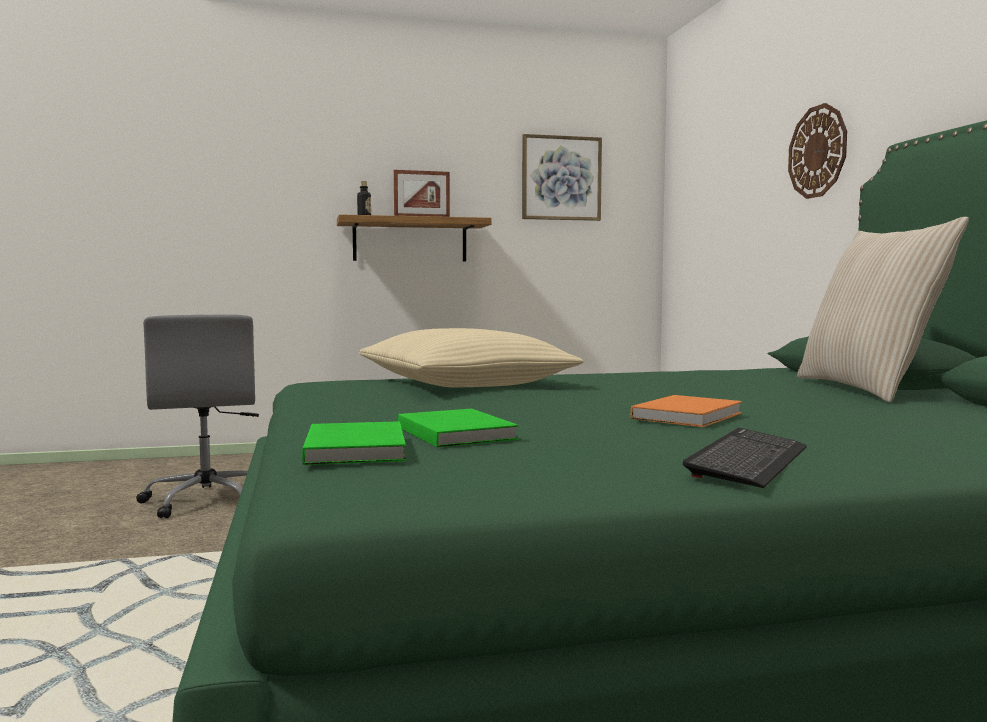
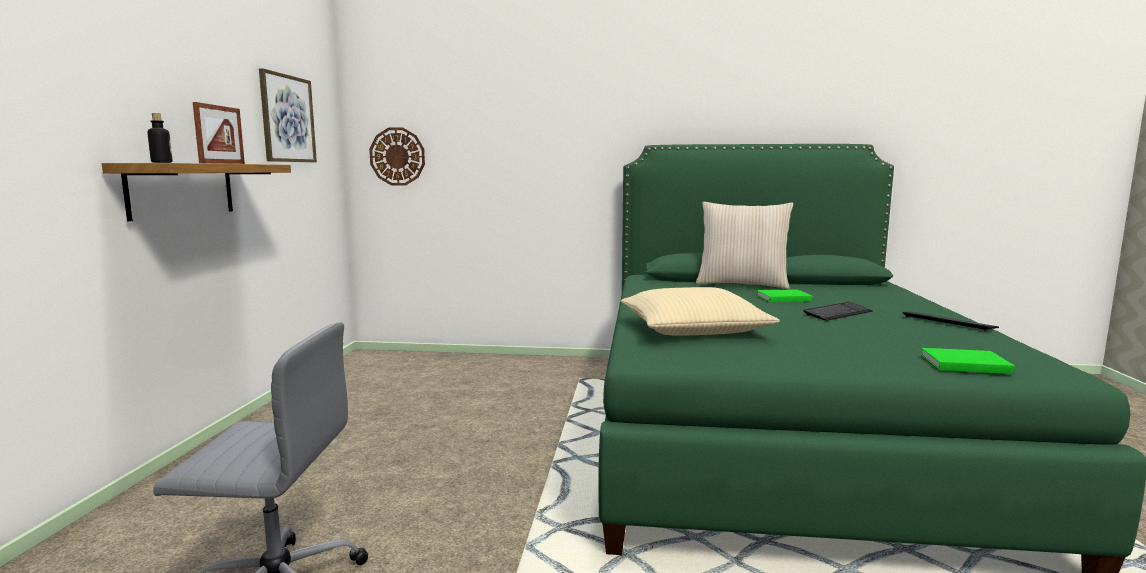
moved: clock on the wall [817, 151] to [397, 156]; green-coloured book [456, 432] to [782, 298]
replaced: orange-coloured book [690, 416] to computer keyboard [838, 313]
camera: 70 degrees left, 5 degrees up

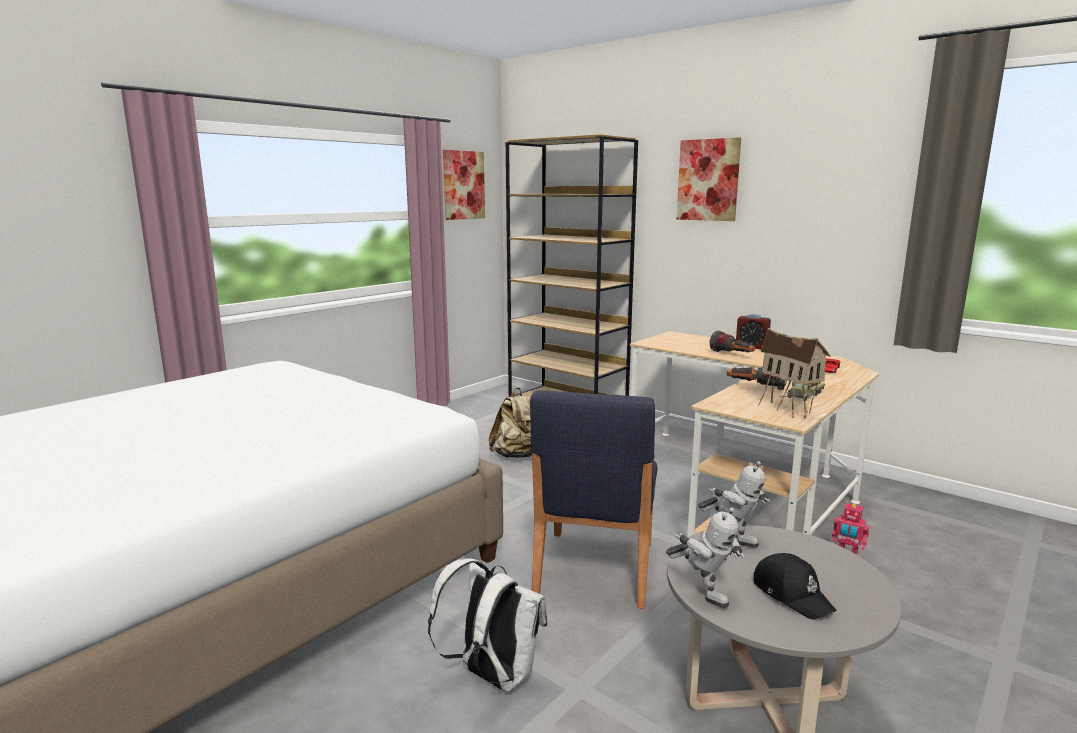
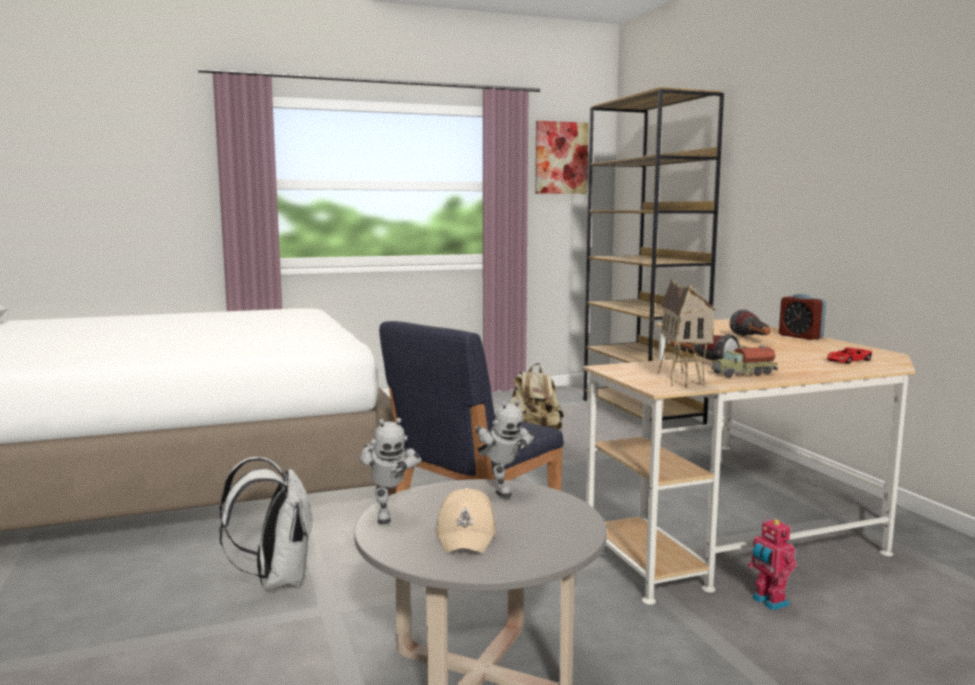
removed: picture [708, 180]
recoloured: black-coloured peaked cap [792, 594] to sand-coloured peaked cap [467, 534]
camera: 30 degrees right, 5 degrees down

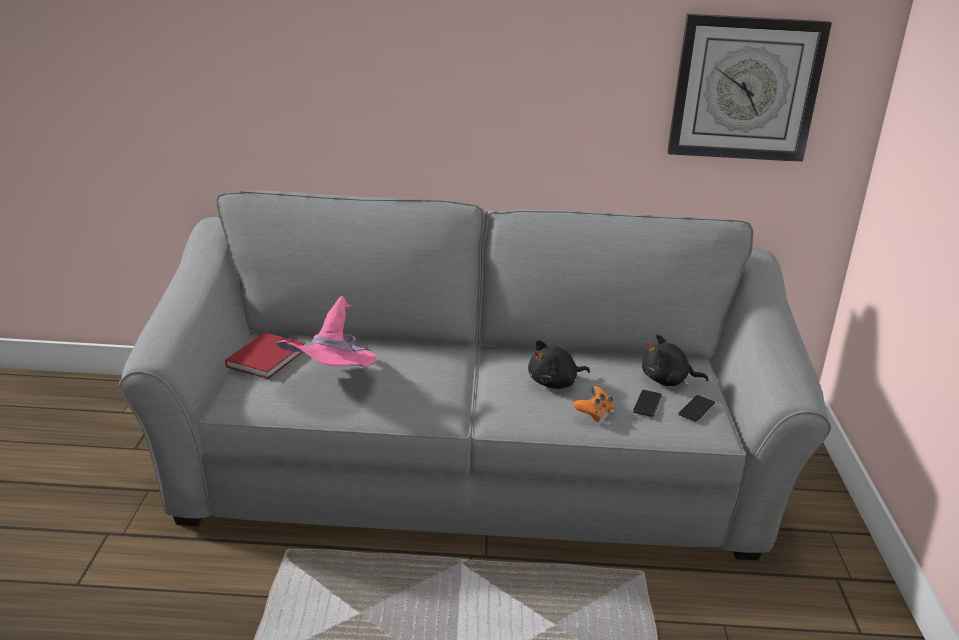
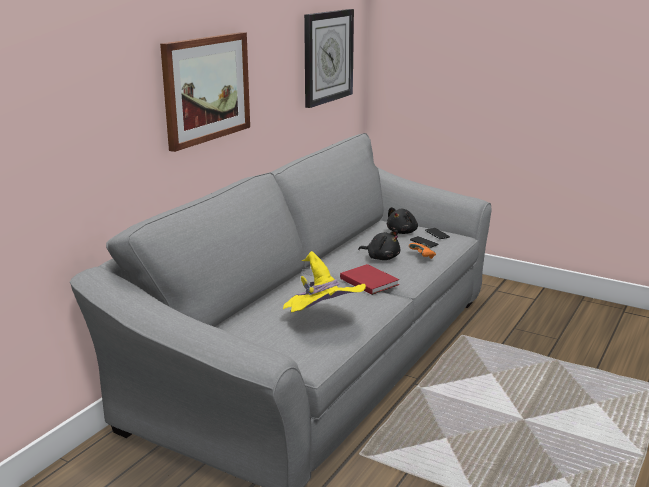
added: picture [206, 89]
moved: reddish book [268, 358] to [369, 281]
recoloured: pinkish hat [333, 384] to yellow-coloured hat [322, 321]
turned: black-coloured soft toy [555, 383] = [381, 258] 60 degrees counterclockwise
camera: 60 degrees left, 5 degrees down

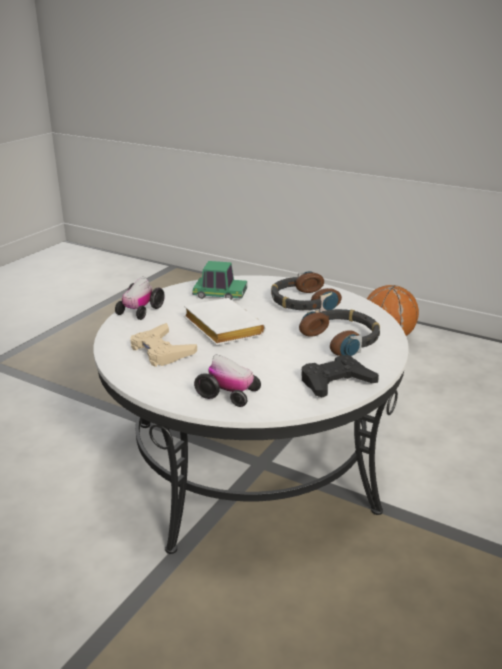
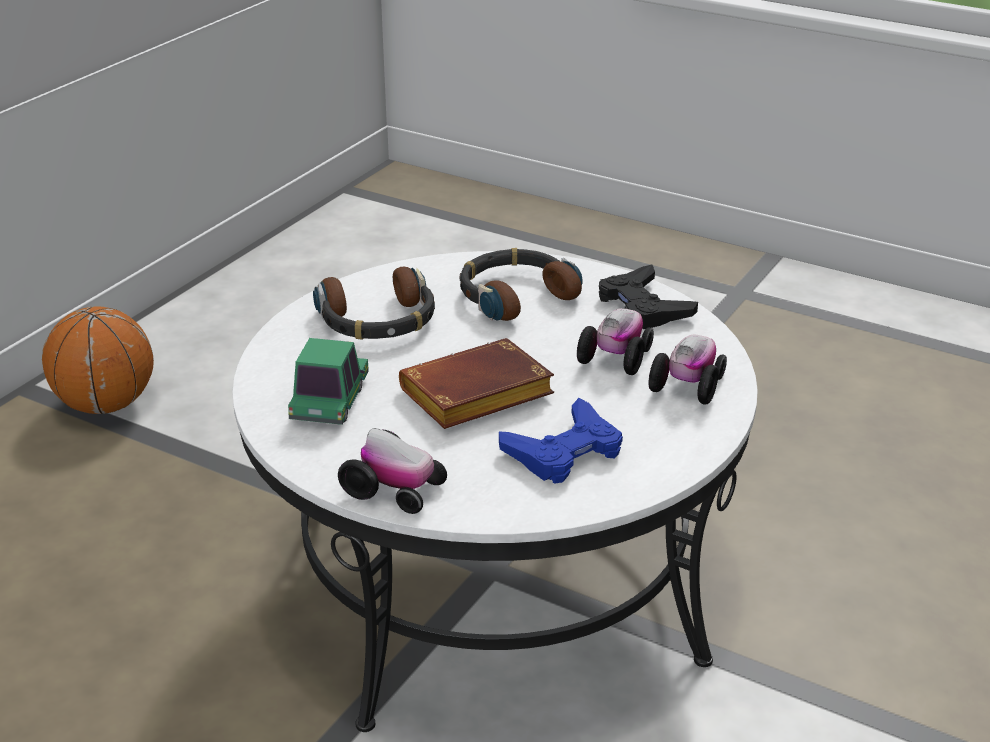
added: model car [616, 358]
recoloured: whitish book [220, 328] to brown book [475, 397]; sand-coloured gamepad [161, 351] to bluish gamepad [564, 452]
camera: 90 degrees left, 5 degrees up

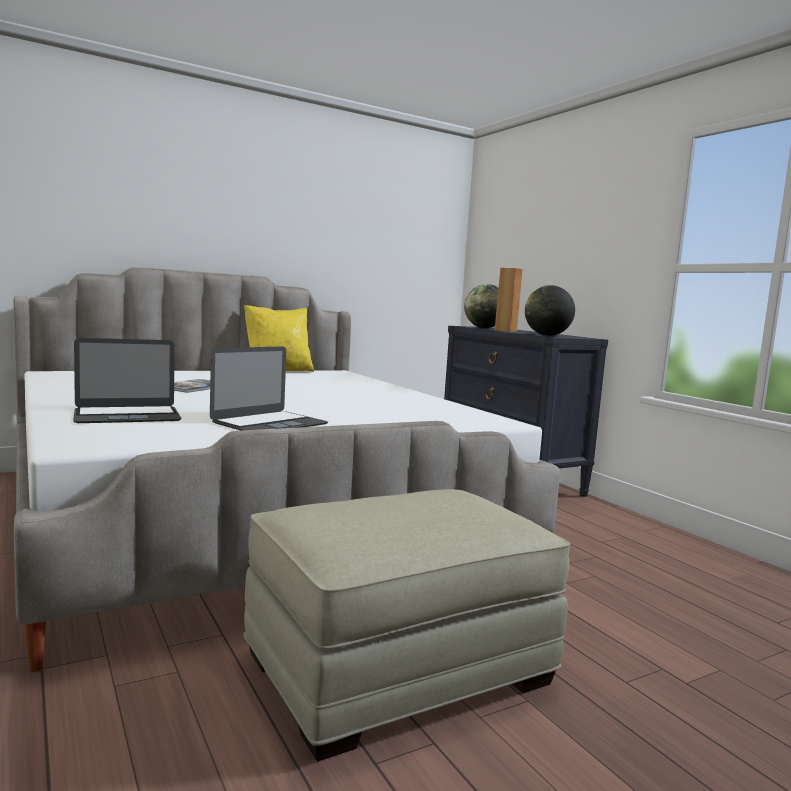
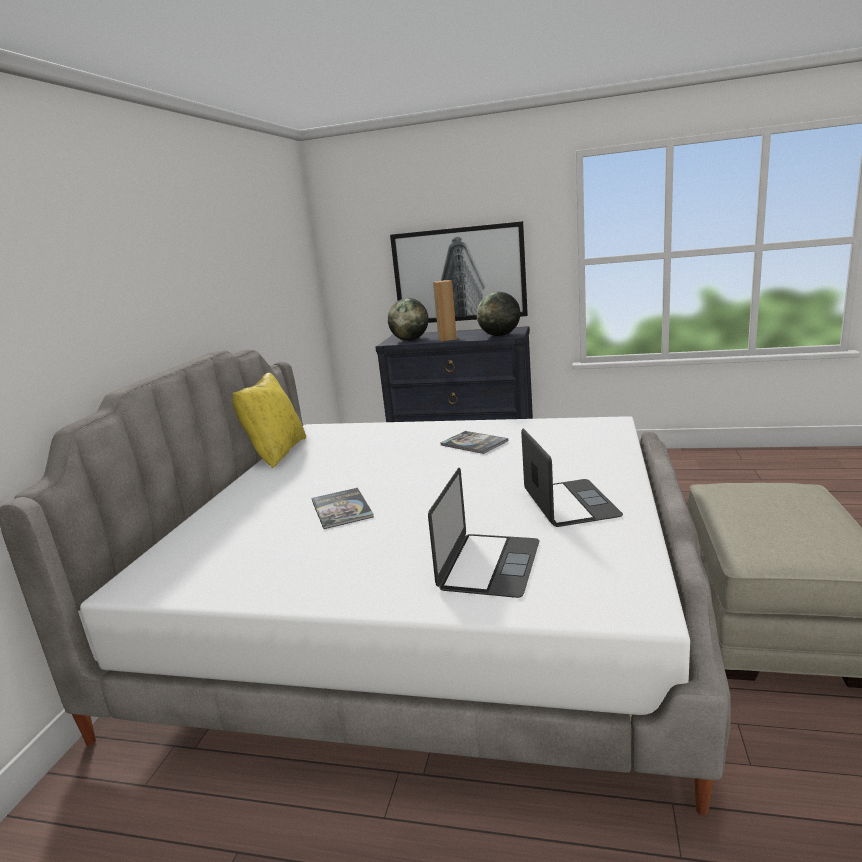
added: picture [459, 274]; book [474, 443]
camera: 45 degrees left, 10 degrees up

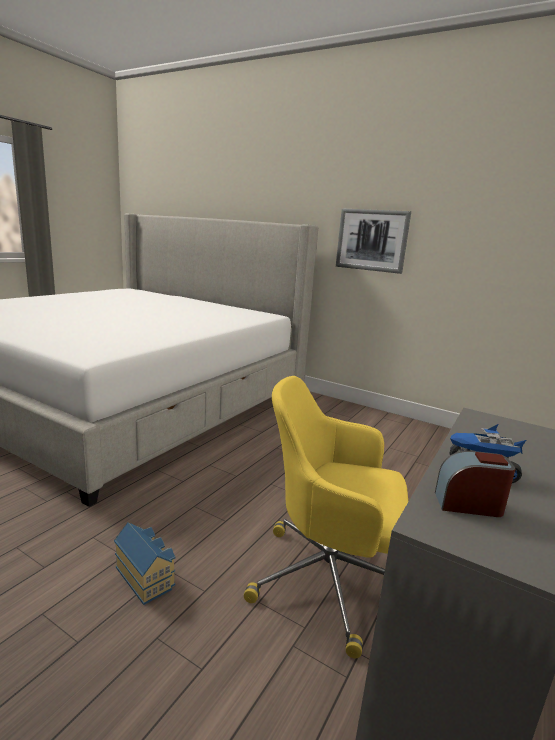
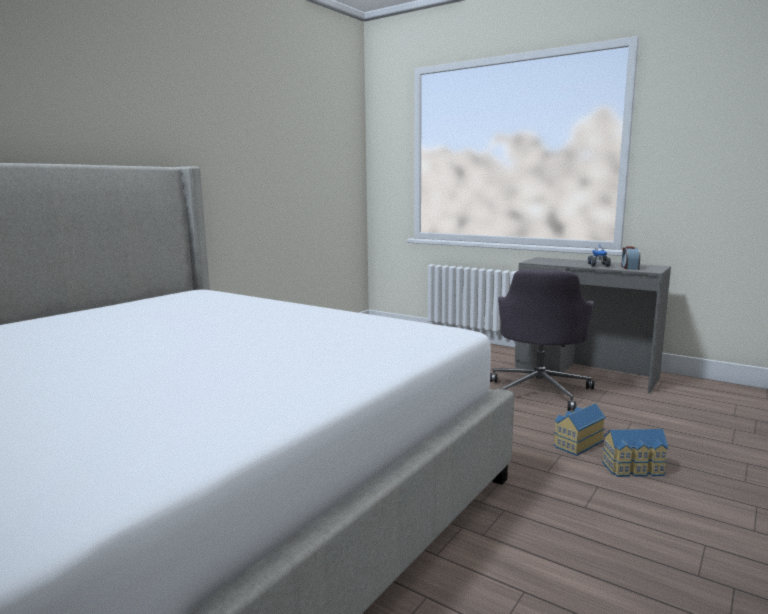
removed: picture [371, 240]
added: miniature house [635, 469]
recoloured: yellow-coloured office chair [328, 580] to greyish office chair [539, 391]
camera: 85 degrees left, 5 degrees down

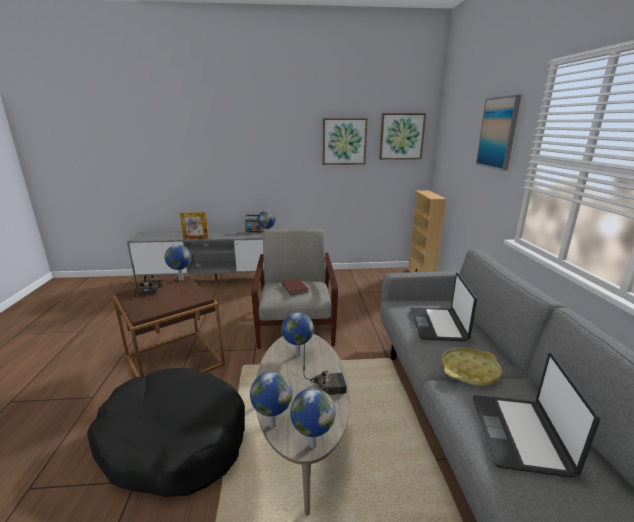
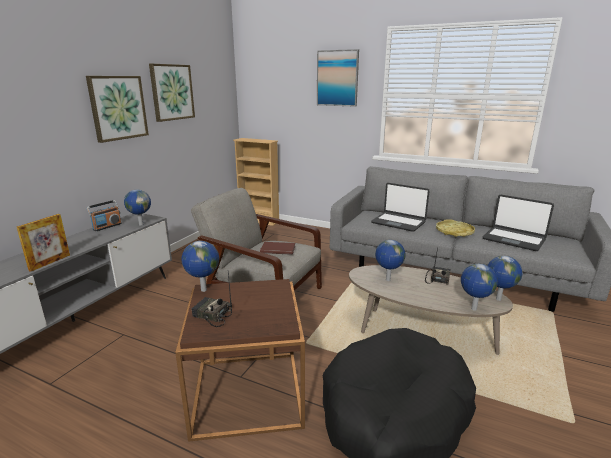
moved: picture [401, 136] to [118, 108]
camera: 60 degrees left, 0 degrees up

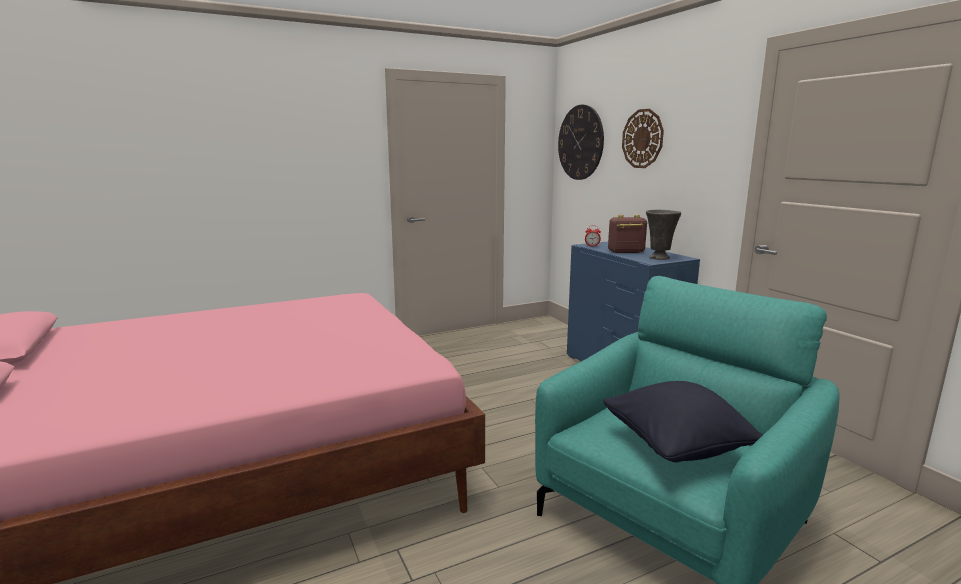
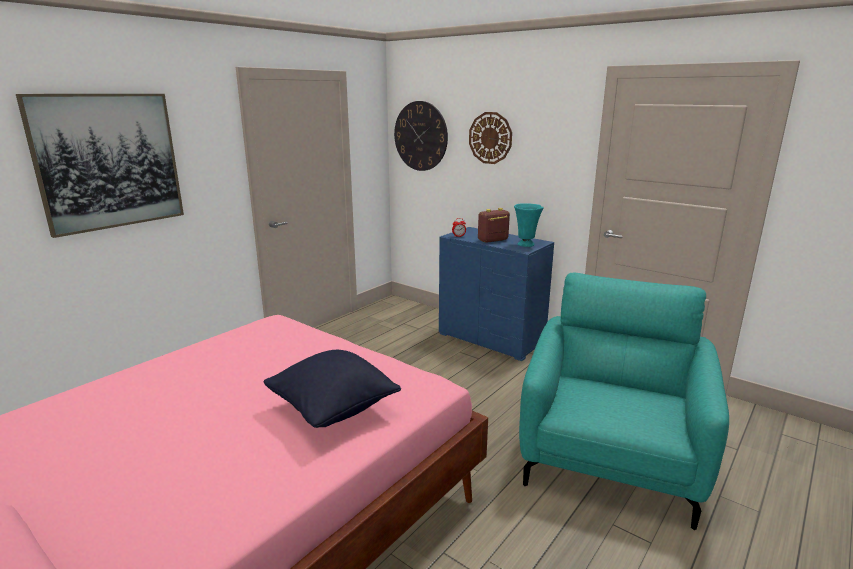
added: picture [108, 161]
moved: black-coloured pillow [676, 448] to [333, 410]
recoloured: greyish vase [659, 258] to blue-green vase [526, 245]
camera: 25 degrees left, 5 degrees up

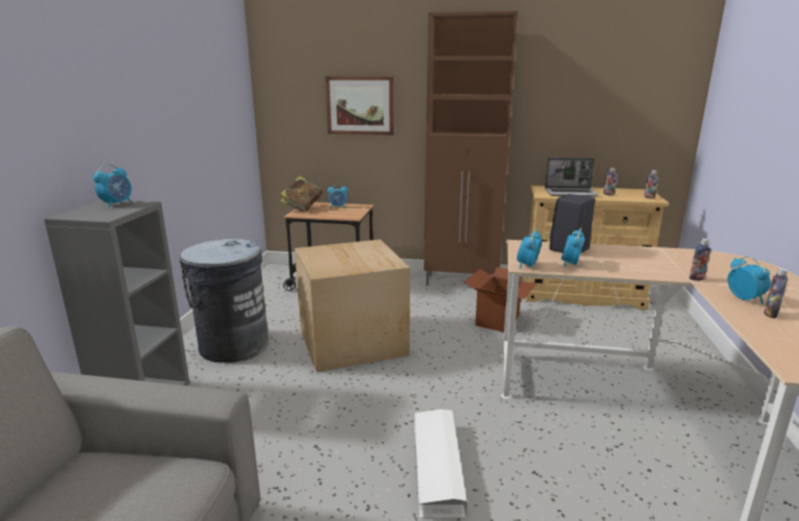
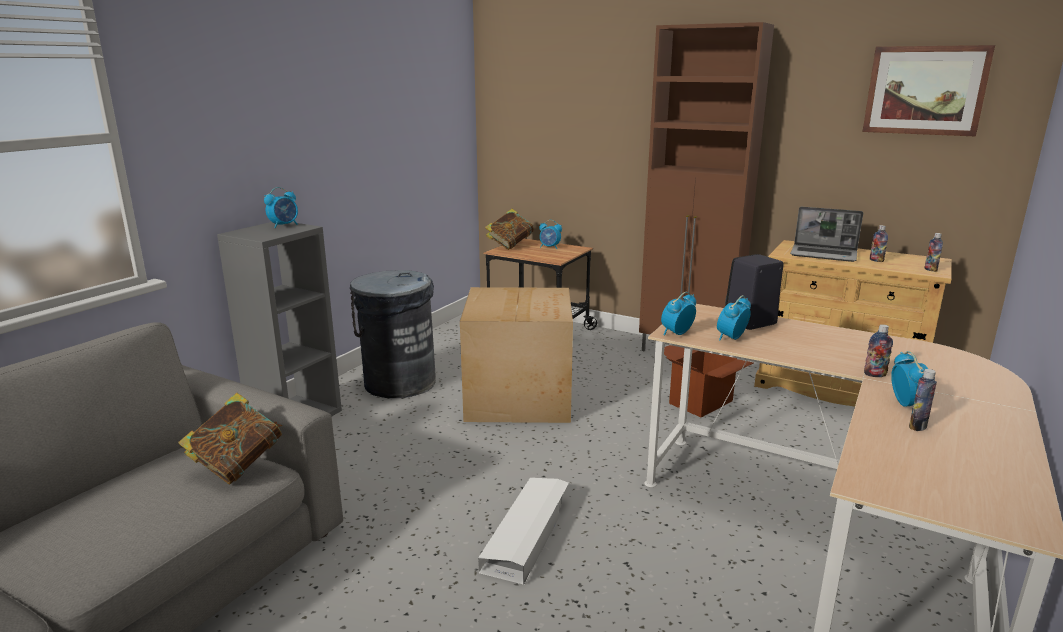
added: book [238, 466]
moved: picture [360, 105] to [925, 90]
camera: 20 degrees right, 0 degrees up

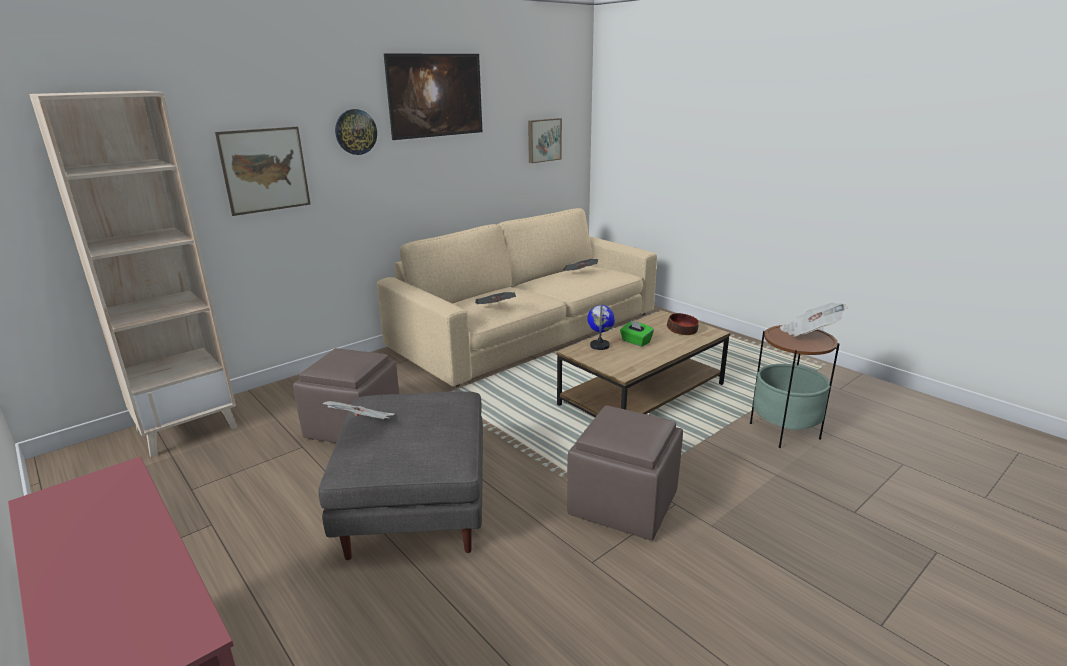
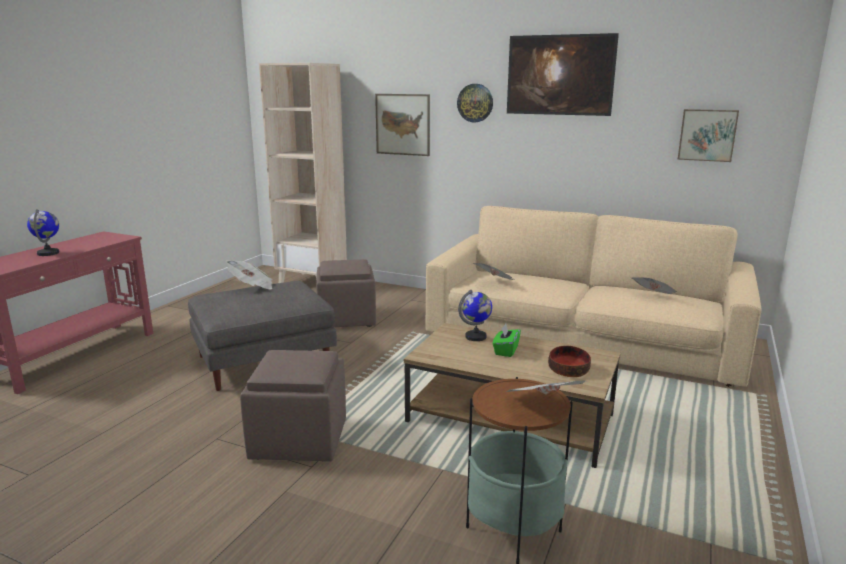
added: world globe [48, 253]
camera: 65 degrees right, 5 degrees down

